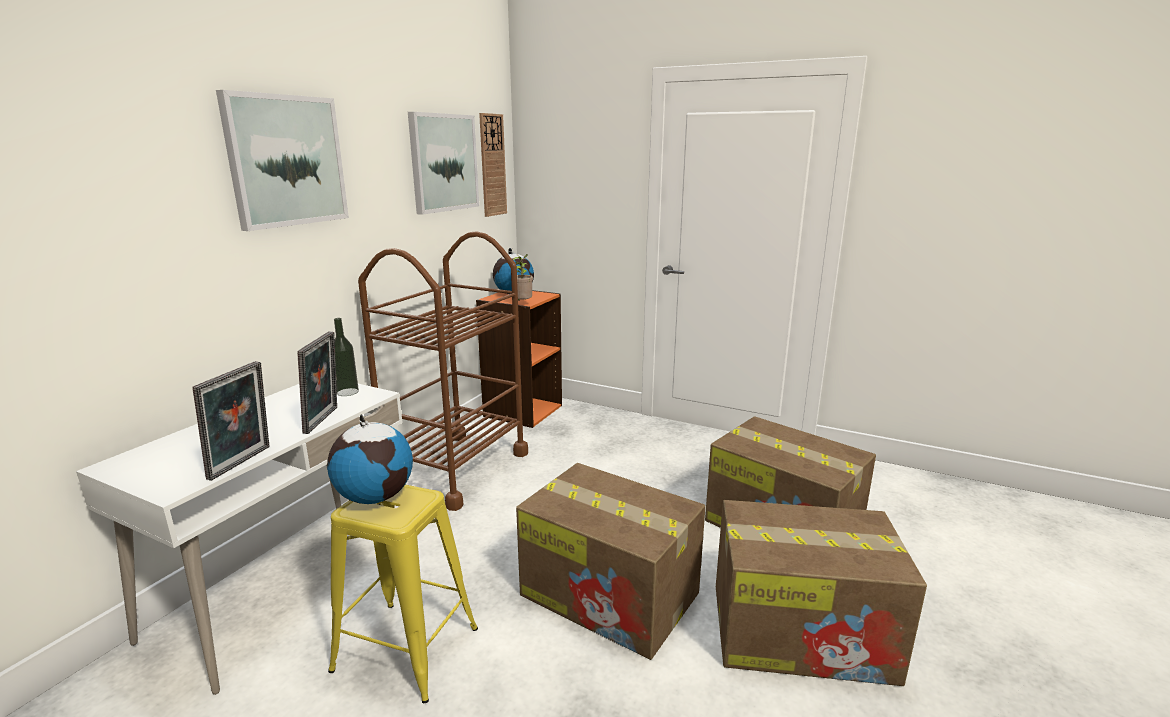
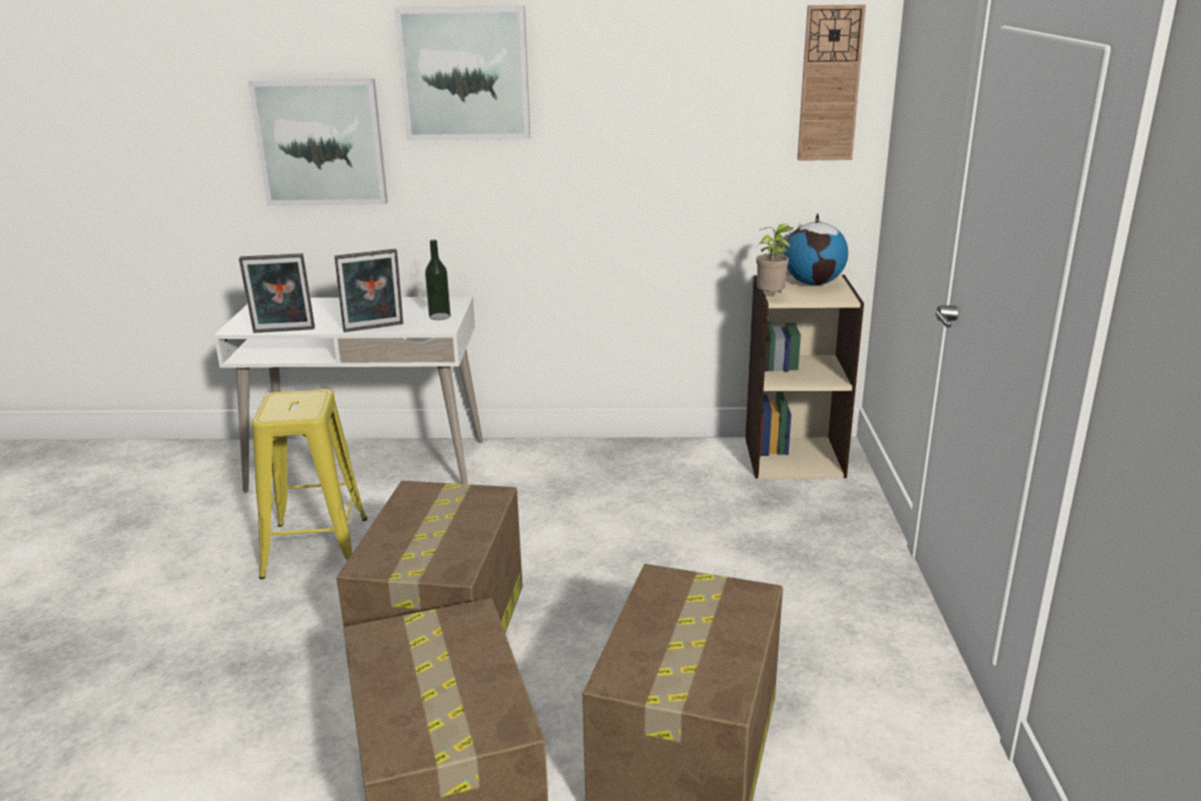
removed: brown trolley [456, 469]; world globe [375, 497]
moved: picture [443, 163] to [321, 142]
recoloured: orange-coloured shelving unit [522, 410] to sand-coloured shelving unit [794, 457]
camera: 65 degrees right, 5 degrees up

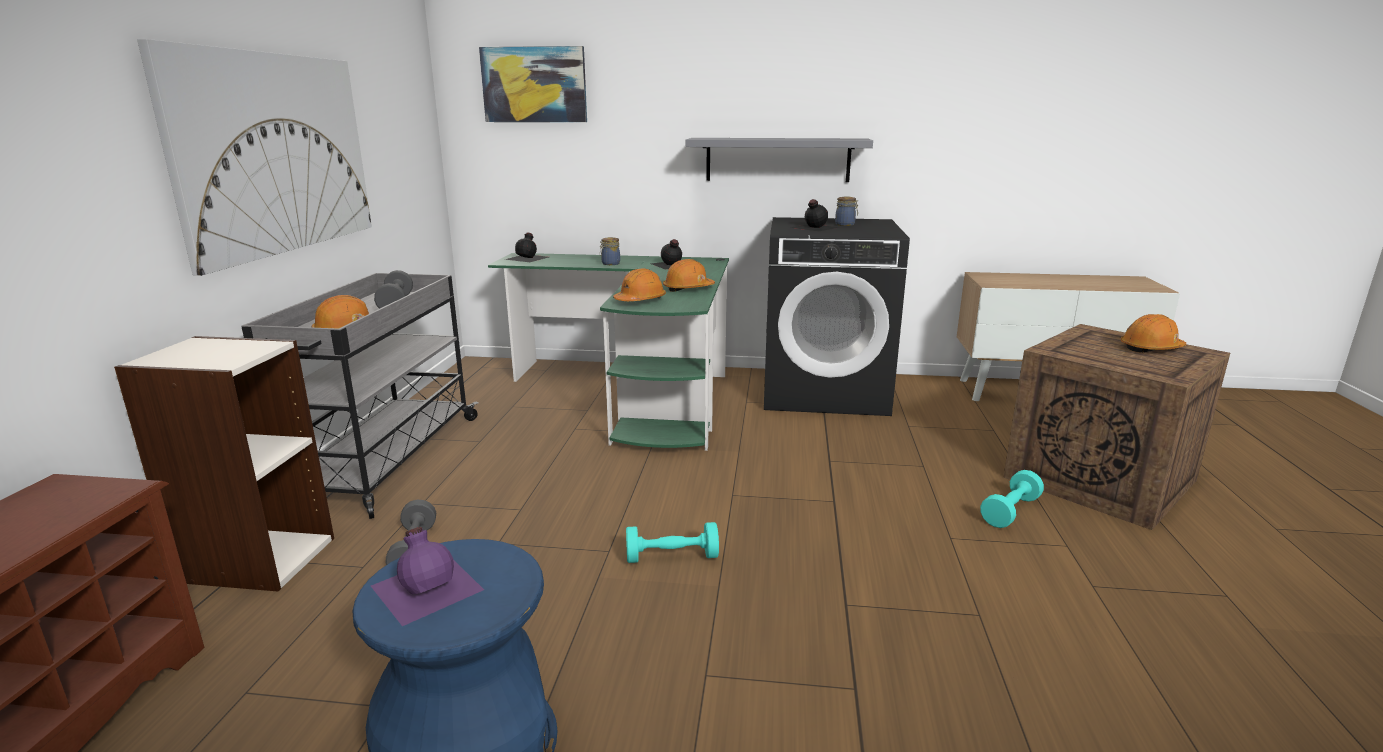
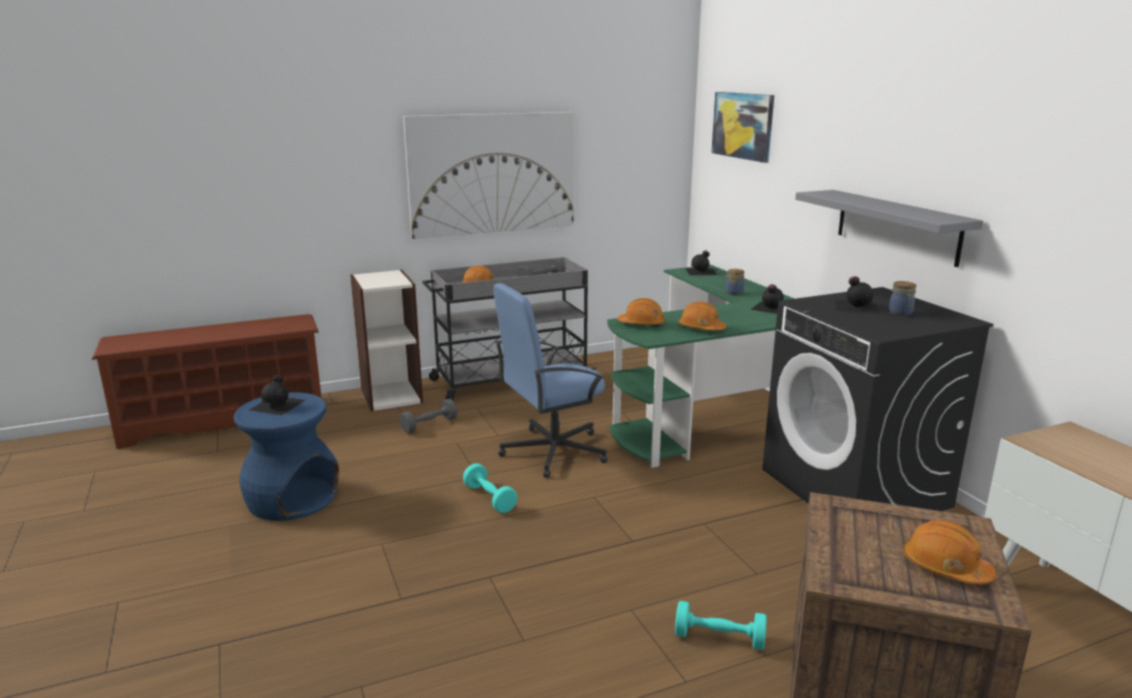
added: bluish office chair [552, 451]
recoloured: purplish bottle [428, 586] to black-coloured bottle [278, 404]
camera: 60 degrees right, 0 degrees up

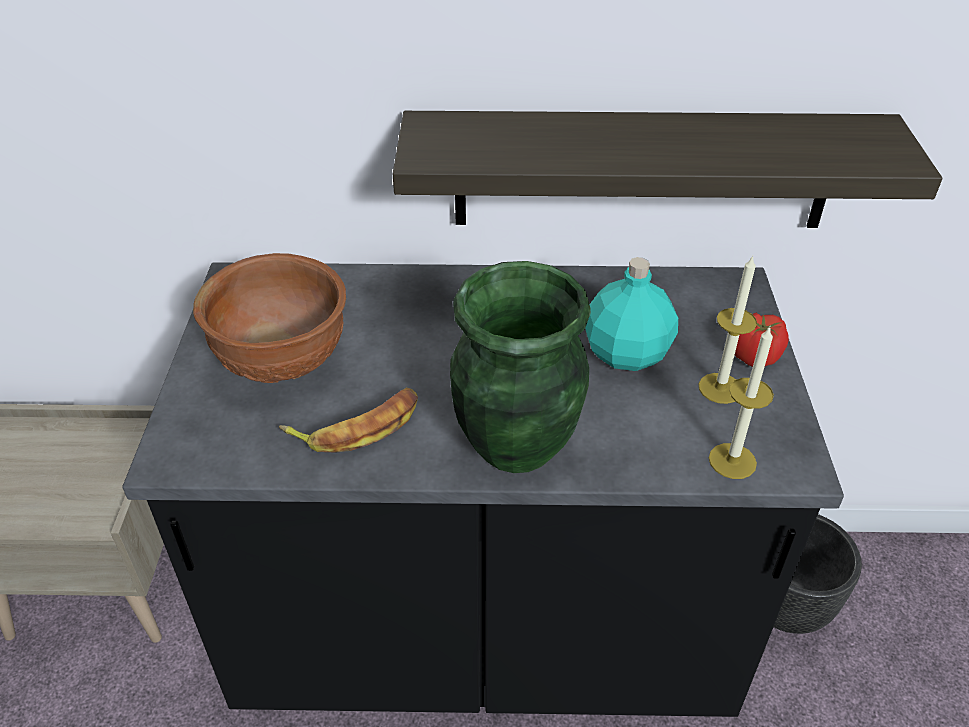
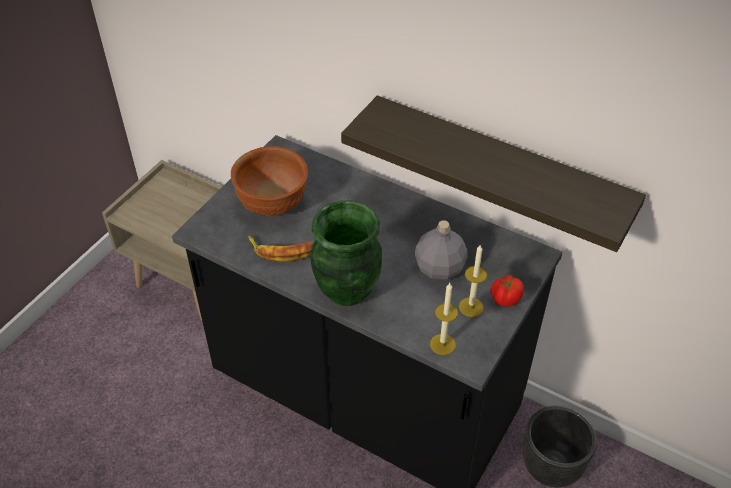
recoloured: blue-green bottle [625, 353] to greyish bottle [439, 268]
camera: 30 degrees right, 5 degrees up

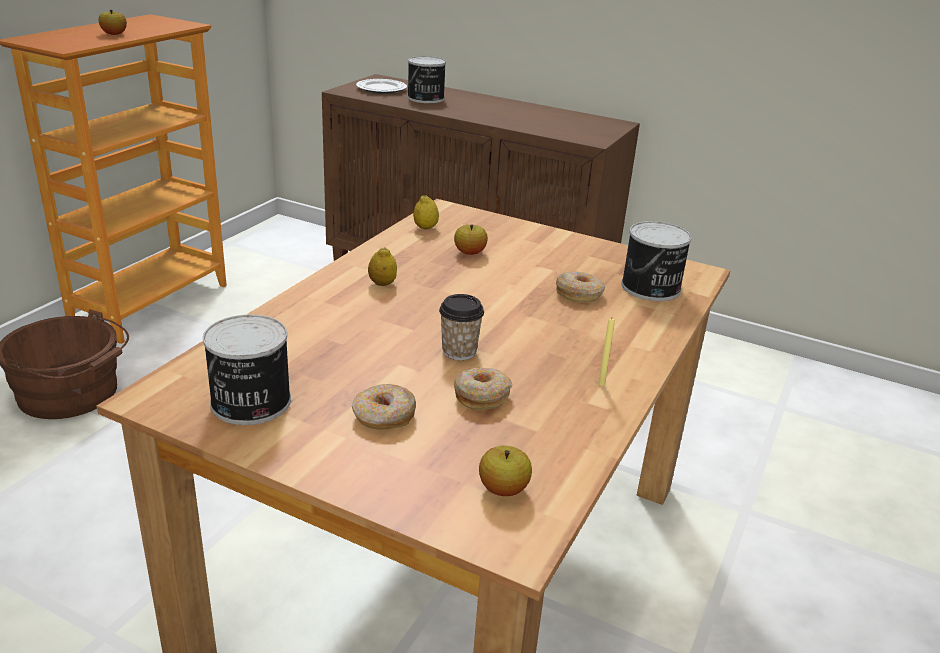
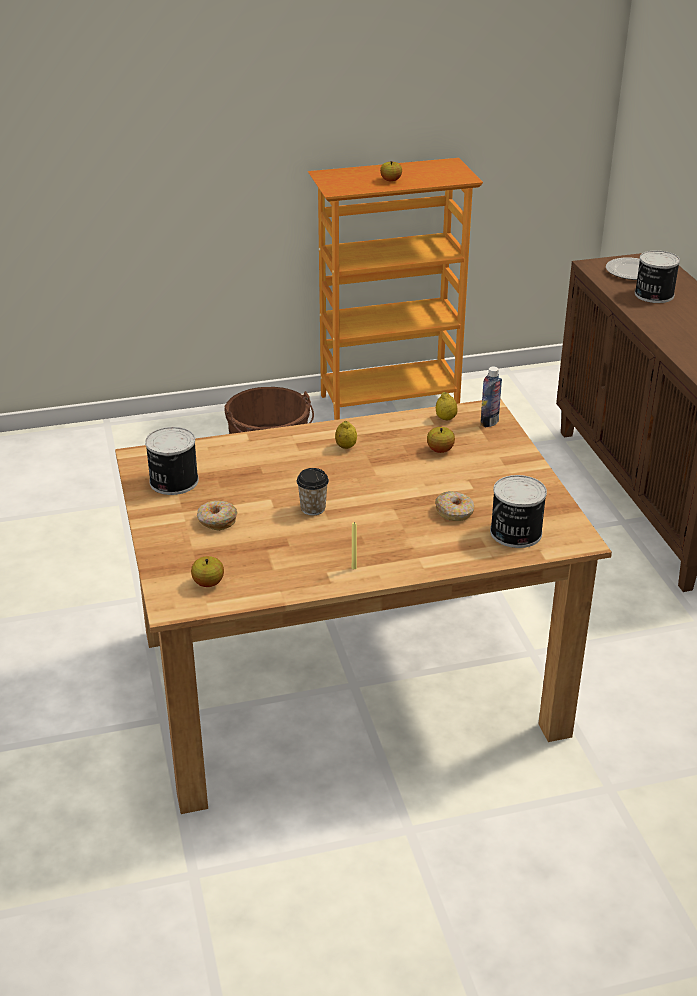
removed: donut [481, 396]
added: bottle [489, 422]
camera: 50 degrees right, 5 degrees up

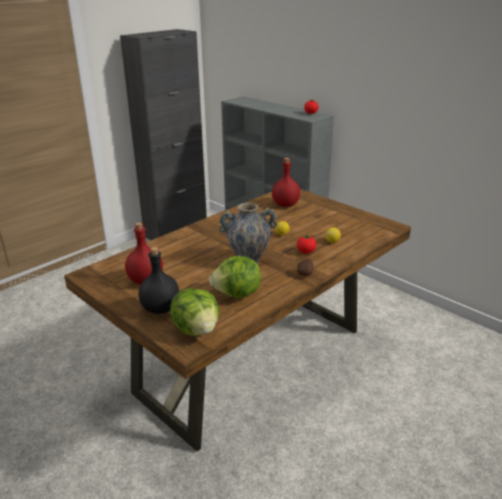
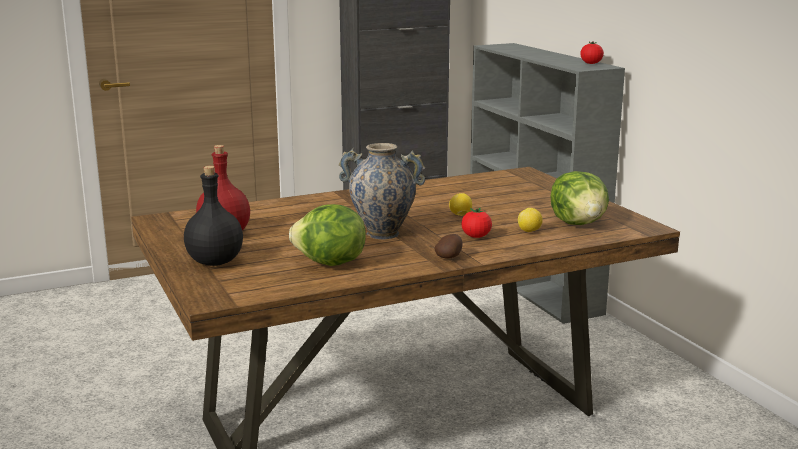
removed: reddish bottle [285, 204]
moved: lettuce head [197, 329] to [579, 223]
camera: 20 degrees right, 10 degrees down

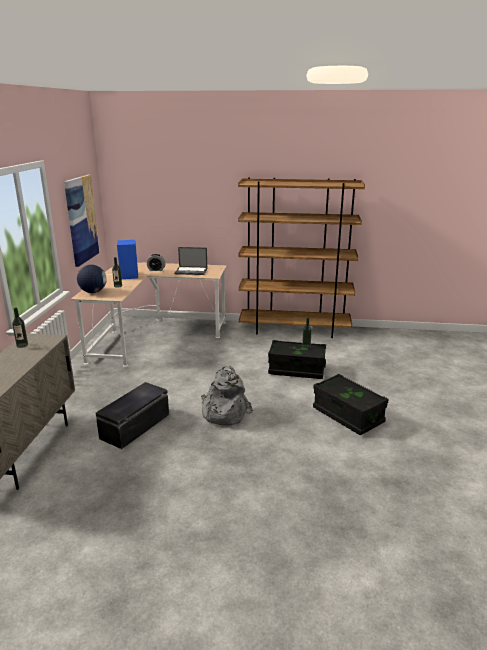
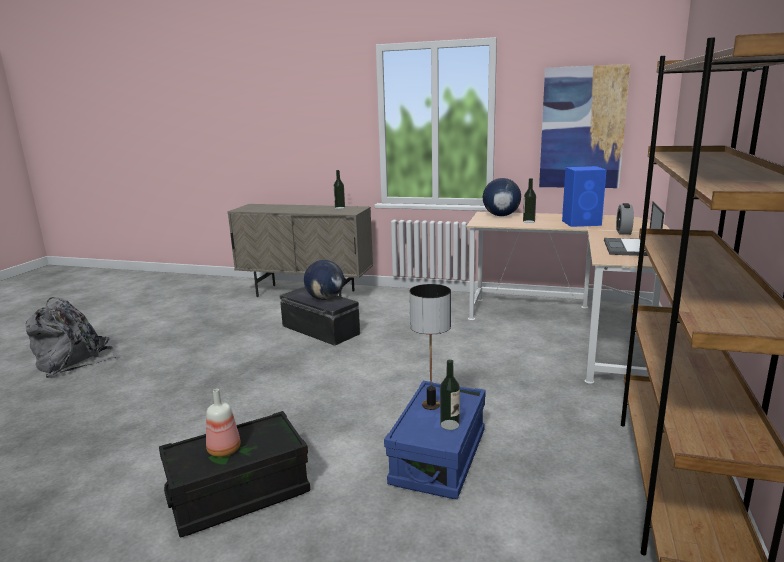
added: world globe [325, 298]; tabletop lamp [431, 405]; bottle [225, 450]
moved: greyish rucksack [223, 413] to [74, 362]
recoloured: black-coloured storage container [296, 370] to bluish storage container [438, 458]
camera: 100 degrees right, 5 degrees down

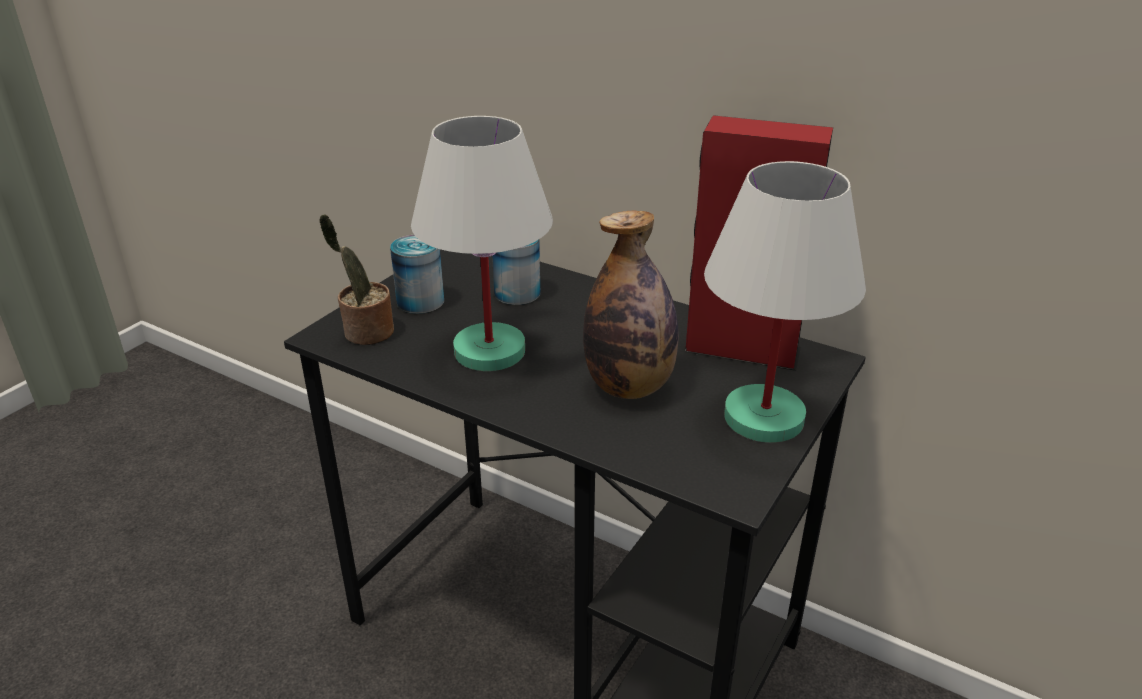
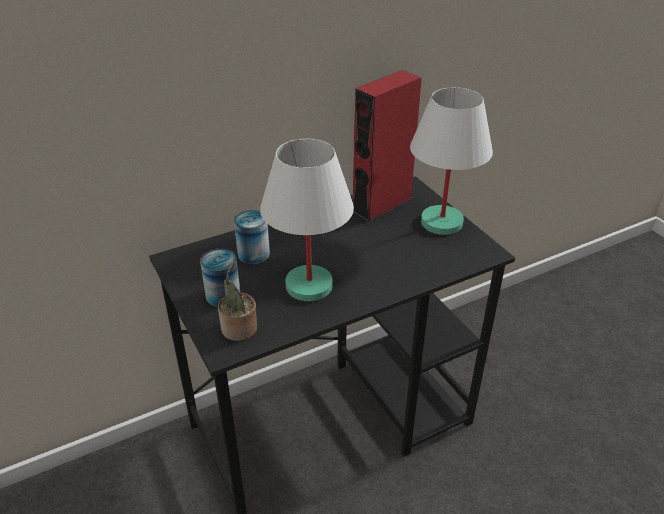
removed: bottle [629, 386]
camera: 60 degrees left, 5 degrees up

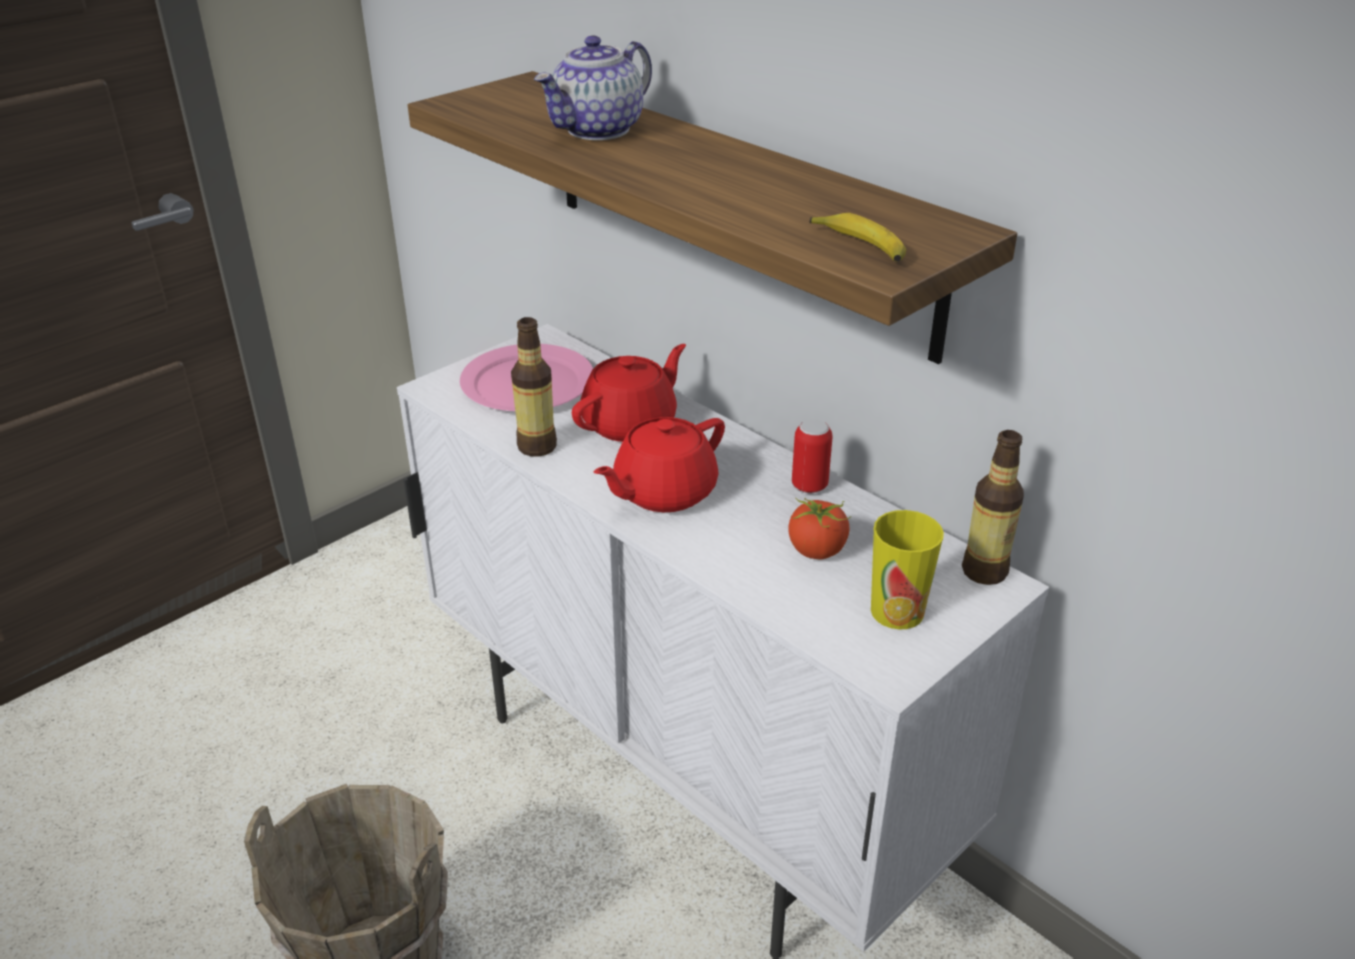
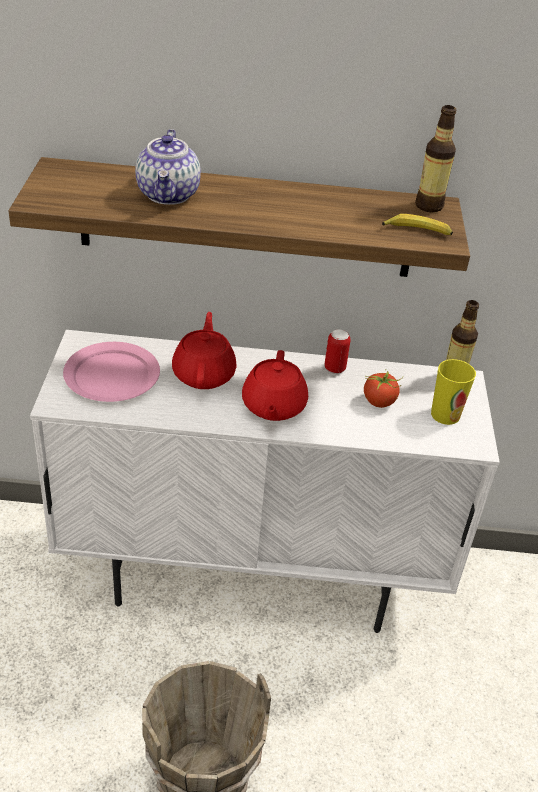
moved: bottle [537, 447] to [428, 206]
camera: 45 degrees left, 5 degrees up

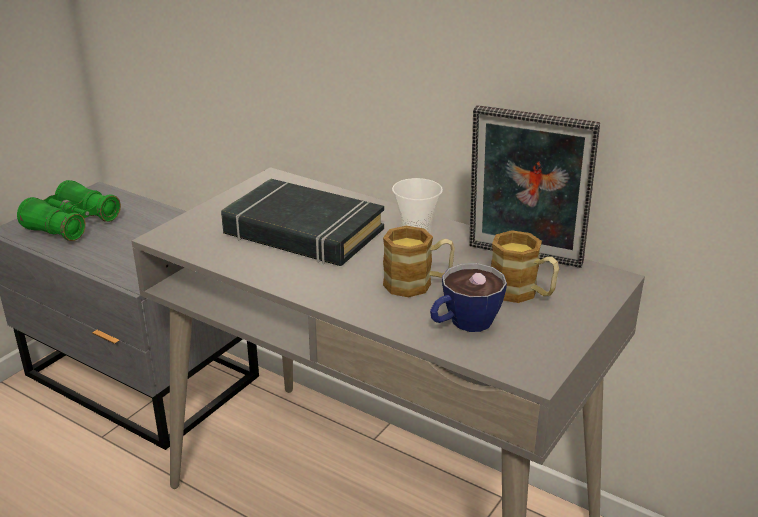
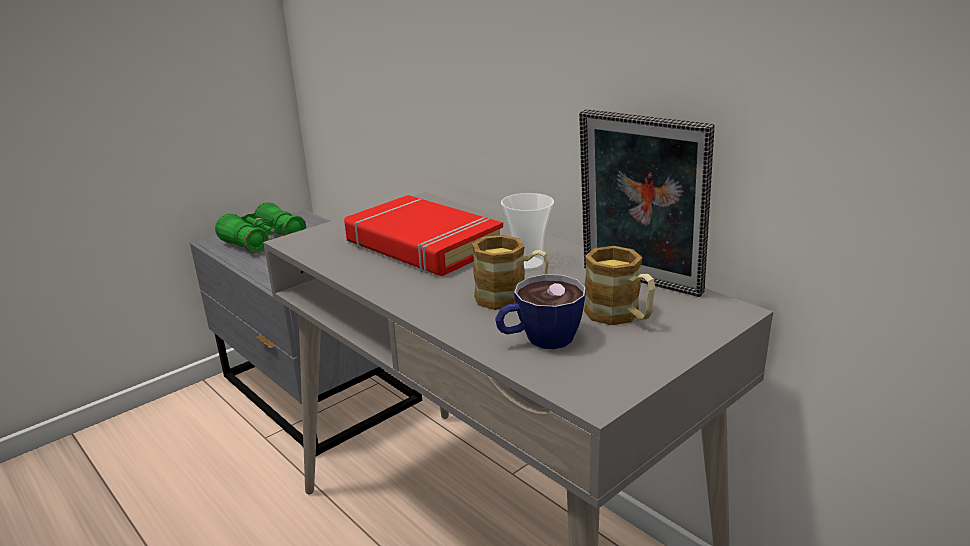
recoloured: black-coloured book [303, 232] to reddish book [422, 245]
camera: 15 degrees right, 5 degrees down

